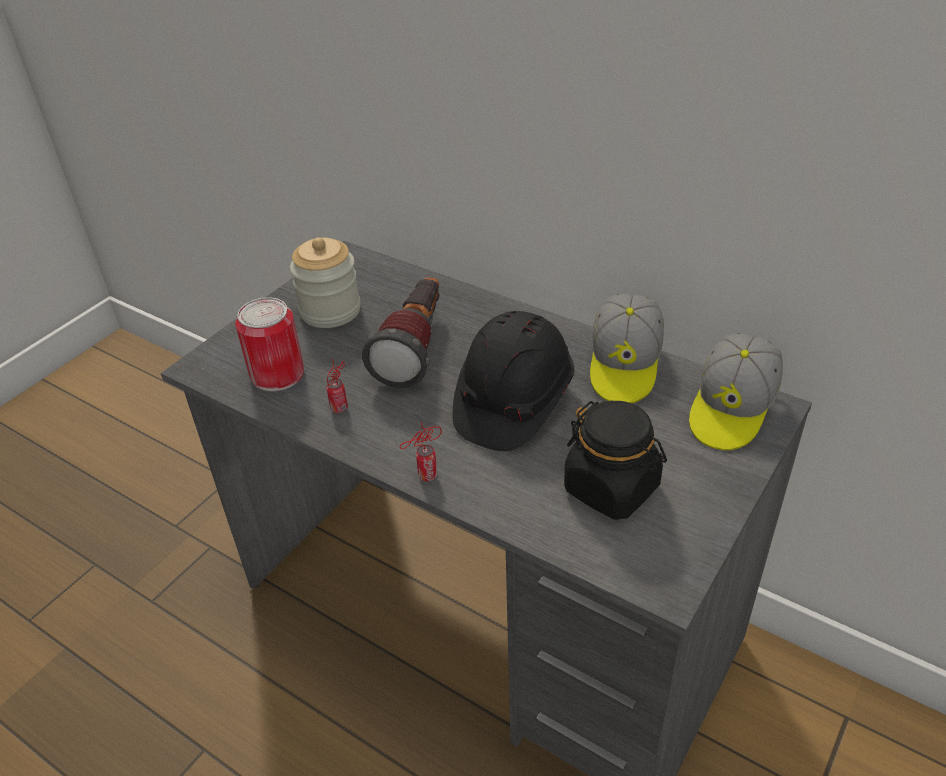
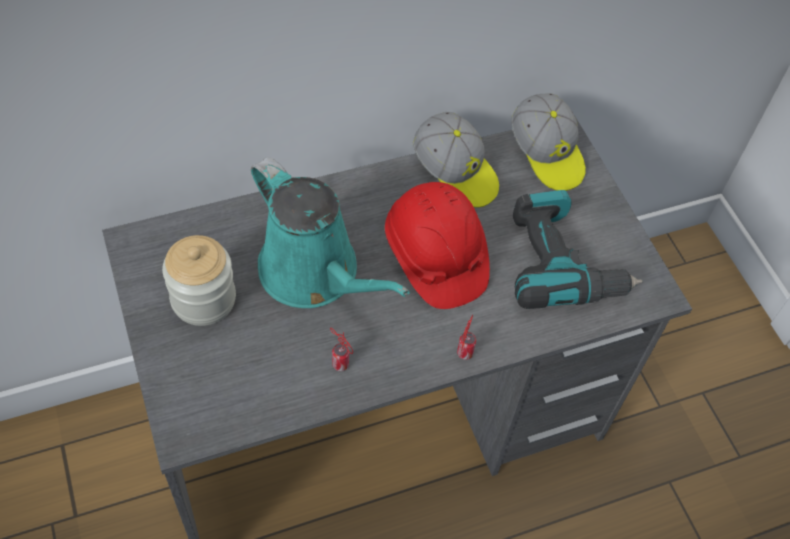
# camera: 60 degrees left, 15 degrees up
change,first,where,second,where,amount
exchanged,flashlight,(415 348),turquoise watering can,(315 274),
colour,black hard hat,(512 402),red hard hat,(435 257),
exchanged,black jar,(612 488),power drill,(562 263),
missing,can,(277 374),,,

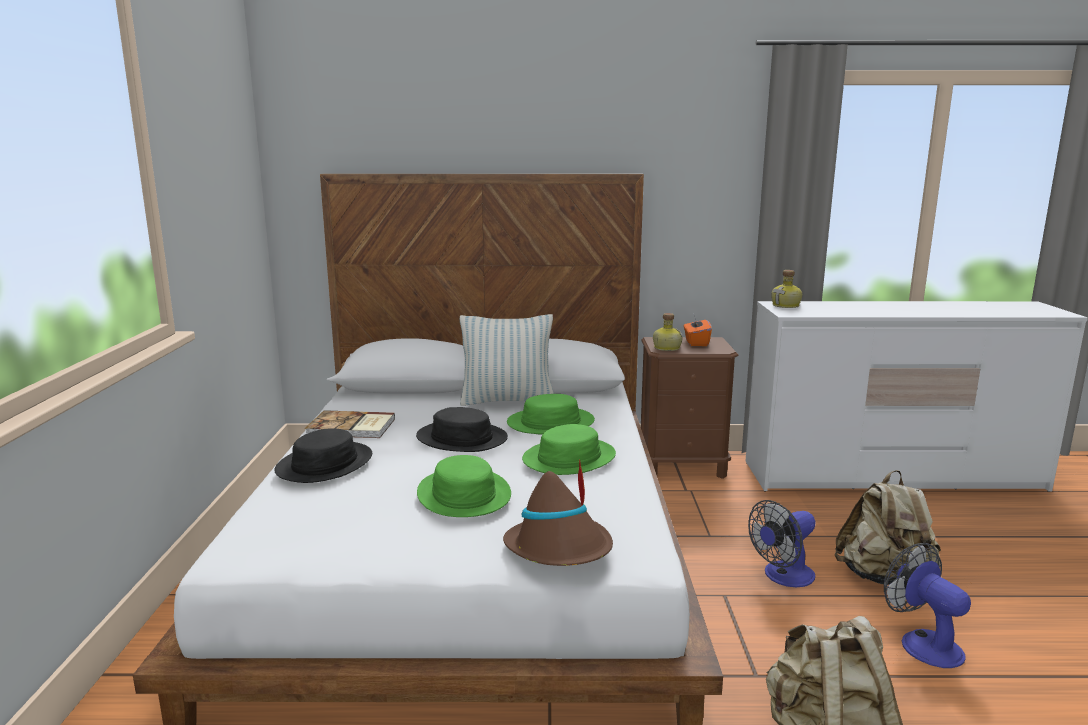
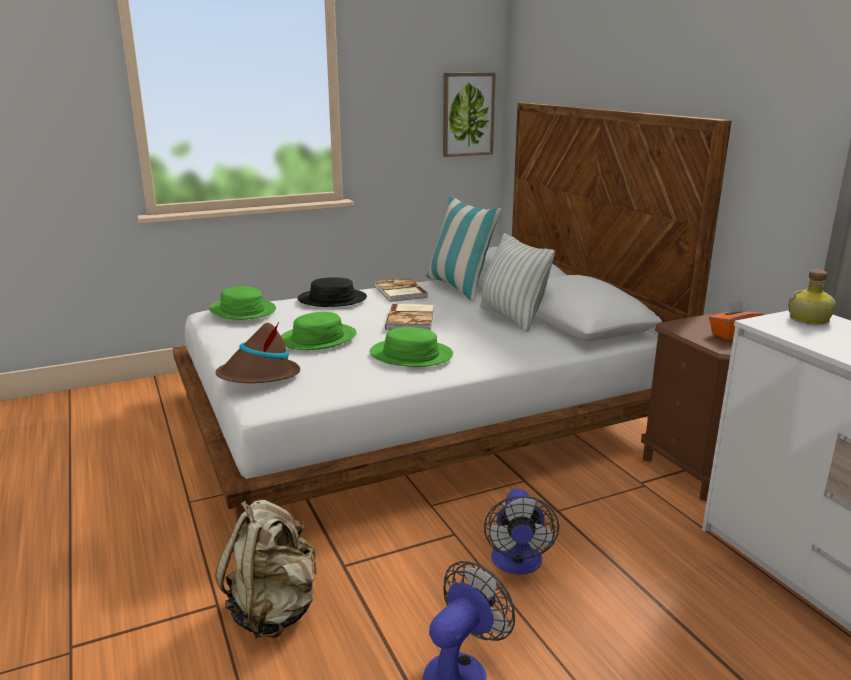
# camera: 65 degrees right, 5 degrees up
change,first,where,second,where,amount
relocated,green hat,(551 423),,(242 310),
exchanged,black hat,(462 438),book,(411 319),
appeared,,,pillow,(459 287),
appeared,,,picture,(467 114),
spun,fan,(783 577),,(517 564),120 degrees counterclockwise
missing,bottle,(666 348),,,
missing,beige backpack,(884 578),,,

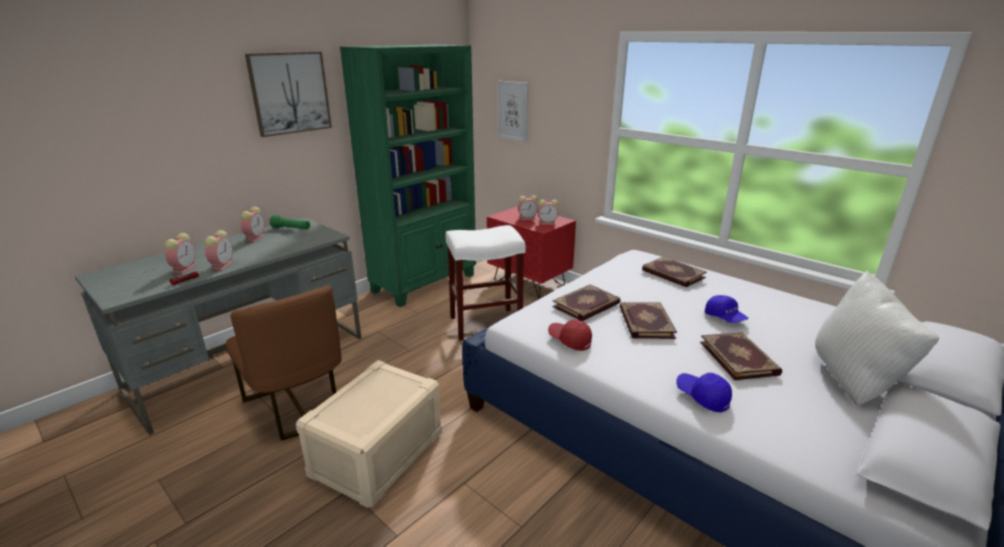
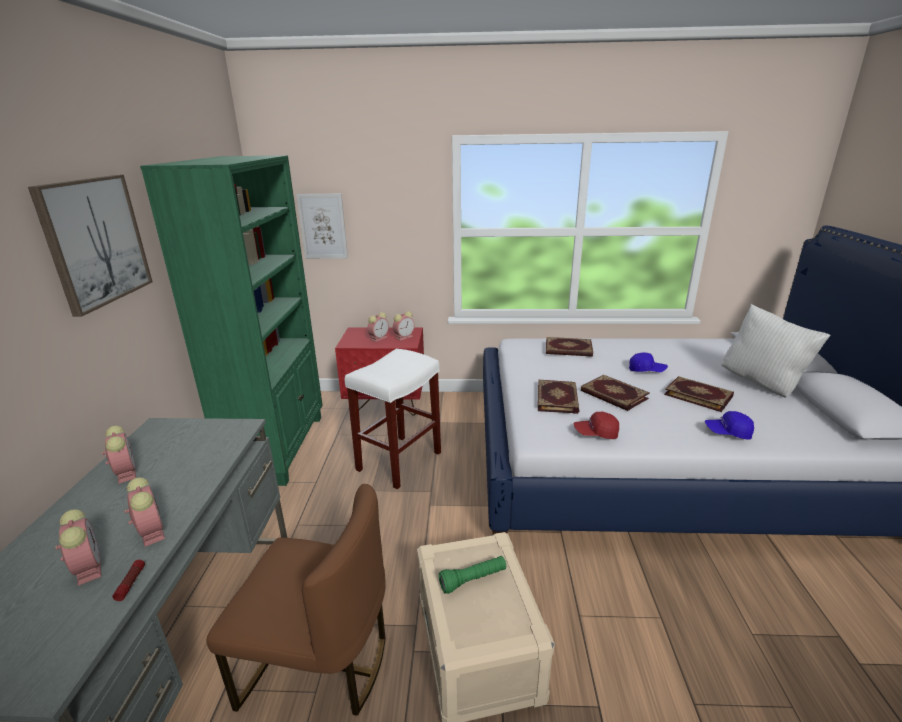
# camera: 40 degrees left, 0 degrees up
change,first,where,second,where,amount
relocated,green flashlight,(291 229),,(473 580),

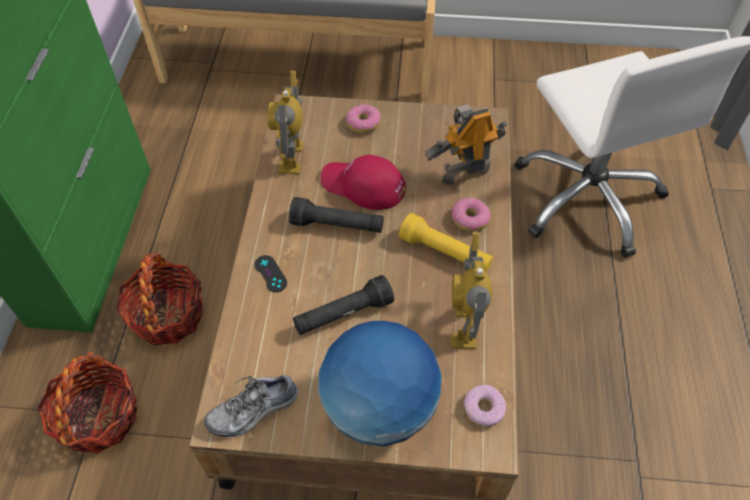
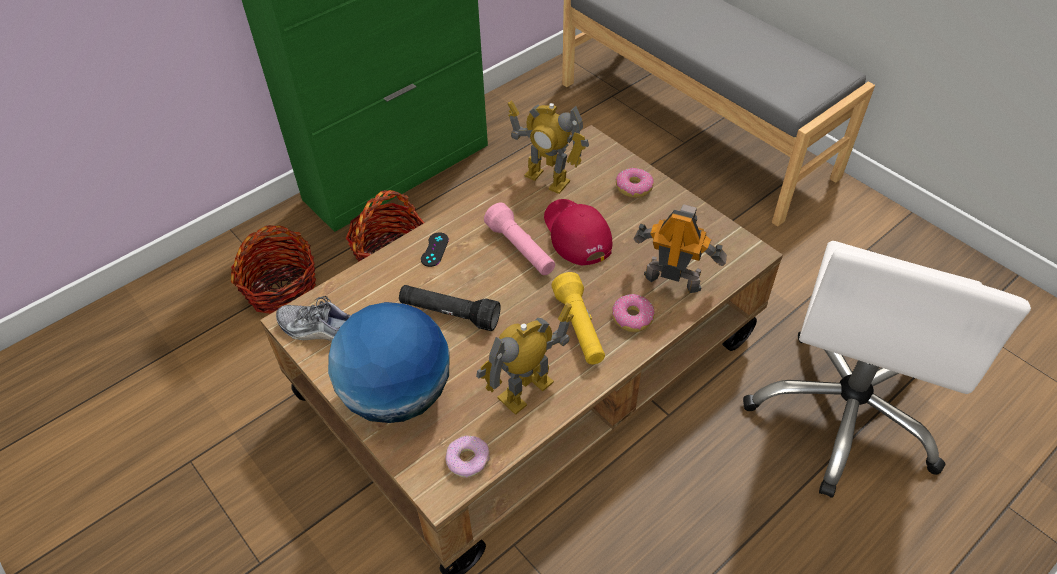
# camera: 45 degrees right, 5 degrees down
change,first,where,second,where,amount
colour,black flashlight,(337 225),pink flashlight,(521 250),
spun,toy robot,(292 158),,(547 179),105 degrees counterclockwise

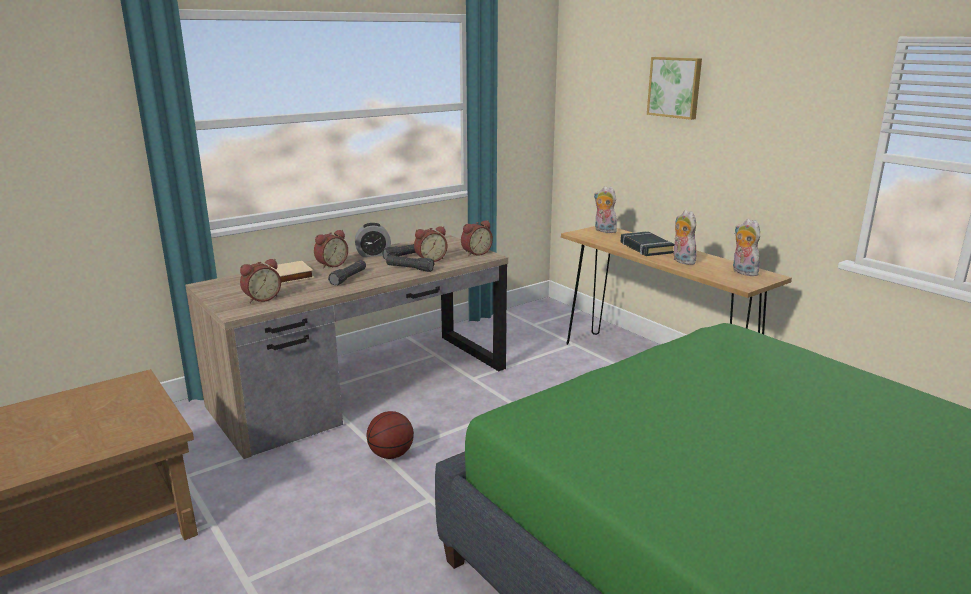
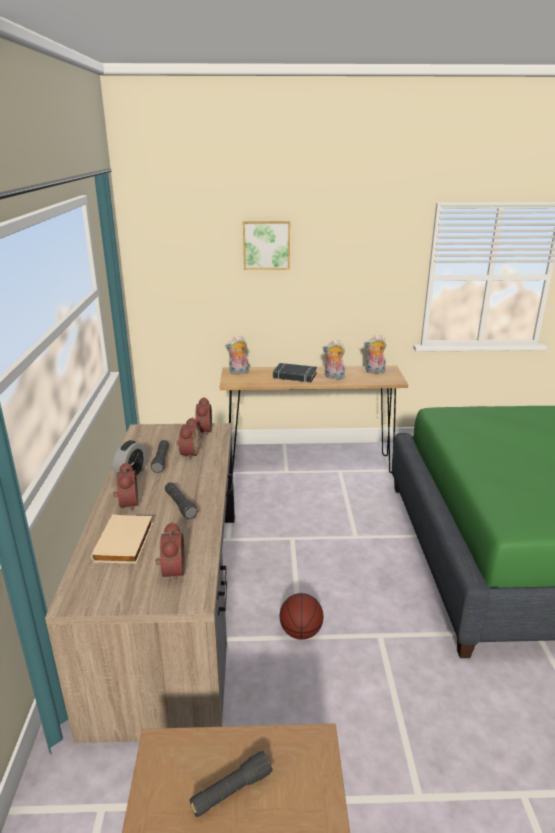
# camera: 55 degrees left, 5 degrees up
change,first,where,second,where,amount
relocated,black flashlight,(410 269),,(231 791),

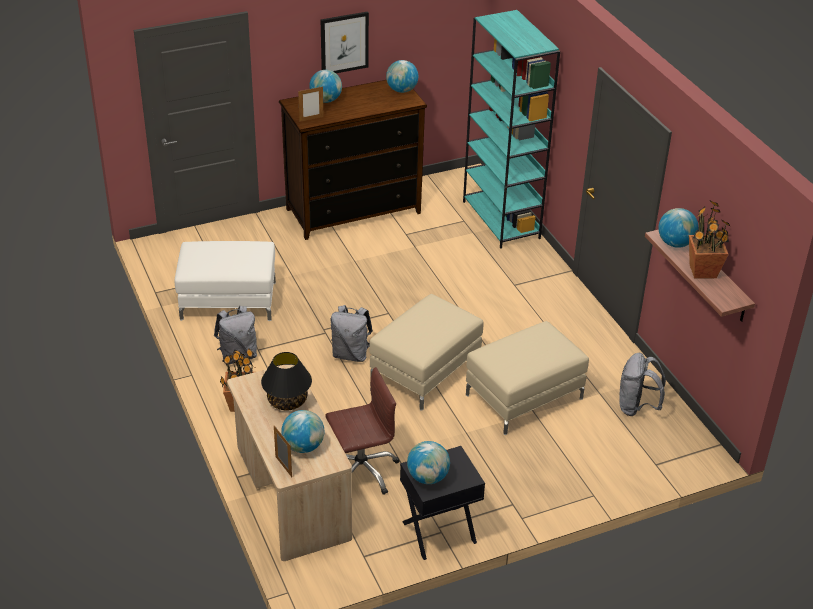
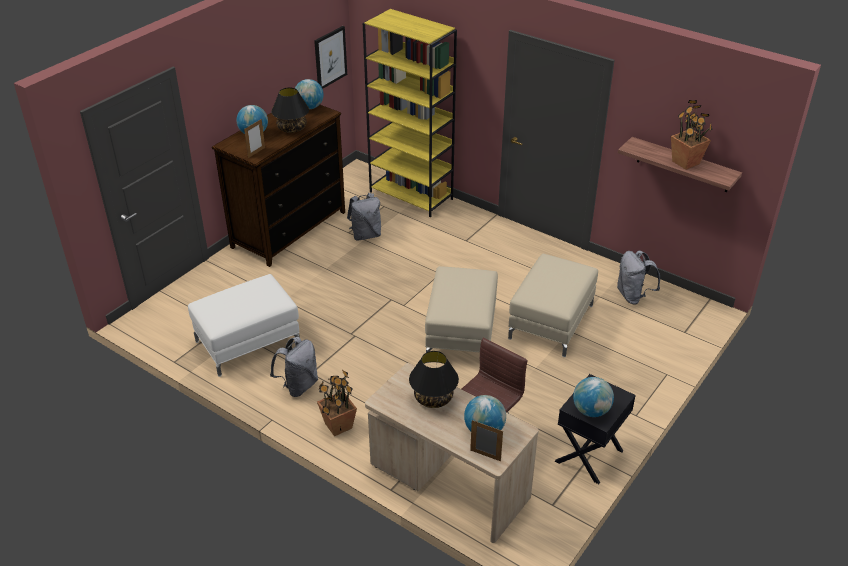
# camera: 30 degrees left, 0 degrees up
change,first,where,second,where,amount
appeared,,,black table lamp,(292 128),
relocated,picture,(344 43),,(330 57),
relocated,grey backpack,(351 354),,(366 235),
colour,turquoise bookcase,(501 220),yellow bookcase,(411 195),
missing,globe,(675 243),,,

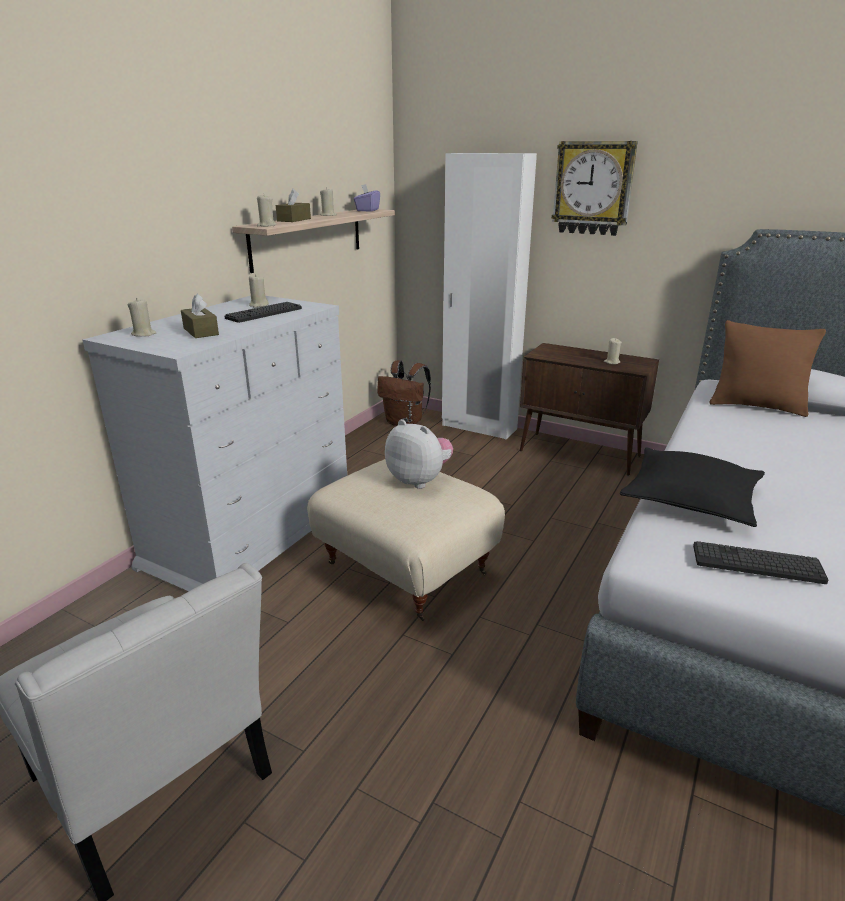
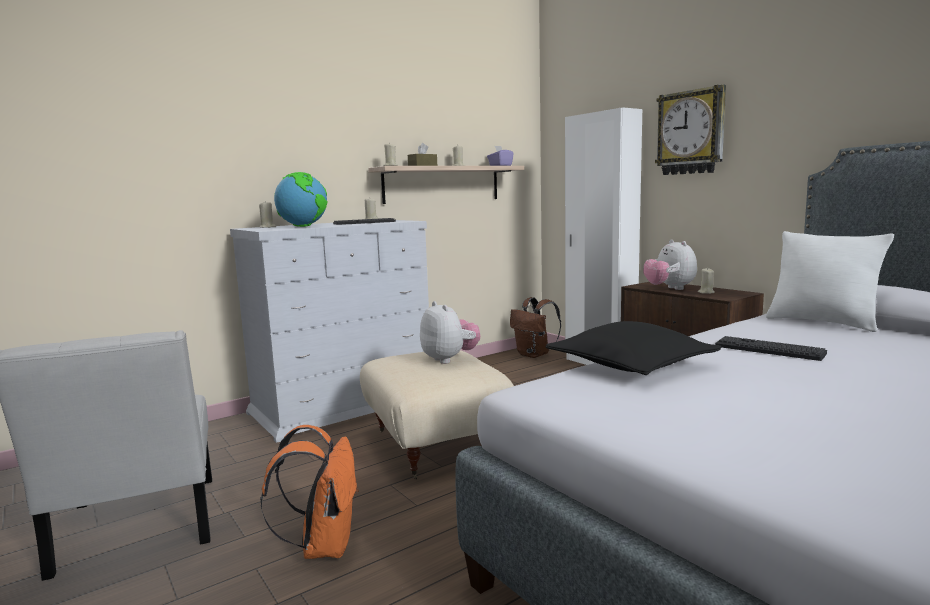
# camera: 25 degrees right, 15 degrees down
change,first,where,second,where,amount
appeared,,,orange backpack,(324 546),
exchanged,brown tissue box,(201 331),globe,(303 226),
appeared,,,plush toy,(669 289),
relocated,keyboard,(757 563),,(769 349),
colour,brown pillow,(756 406),white pillow,(822 322),

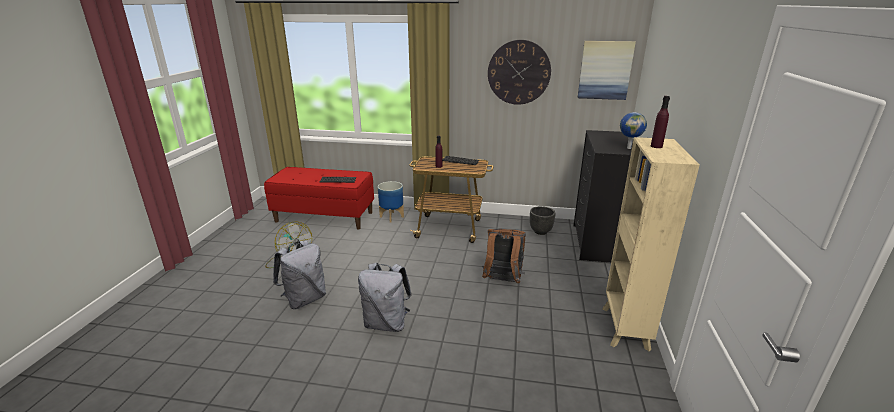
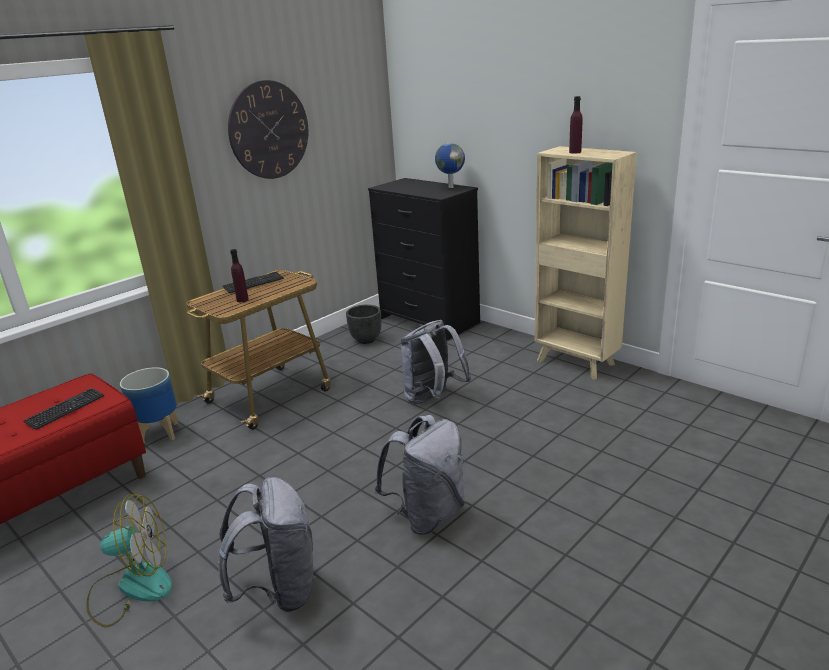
# camera: 55 degrees left, 0 degrees up
change,first,where,second,where,amount
colour,brown backpack,(502 281),grey backpack,(433 399),
missing,picture,(605 70),,,

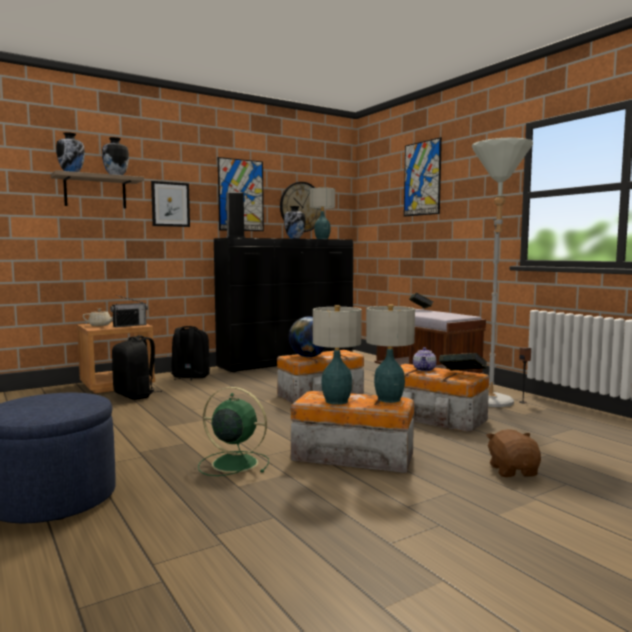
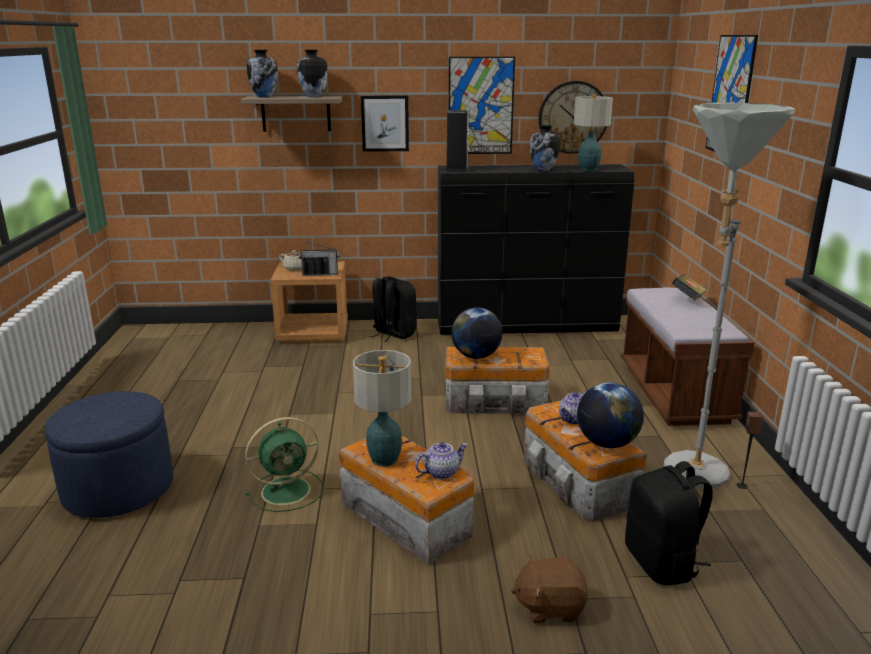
# camera: 30 degrees right, 15 degrees up
change,first,where,second,where,amount
spun,green fan,(233 463),,(288 490),105 degrees clockwise
exchanged,table lamp,(388 399),teapot,(441 472),
spun,brown plush toy,(513 471),,(549 607),120 degrees counterclockwise
exchanged,book,(462 374),globe,(607 443),
relocated,black backpack,(135 395),,(662 563),

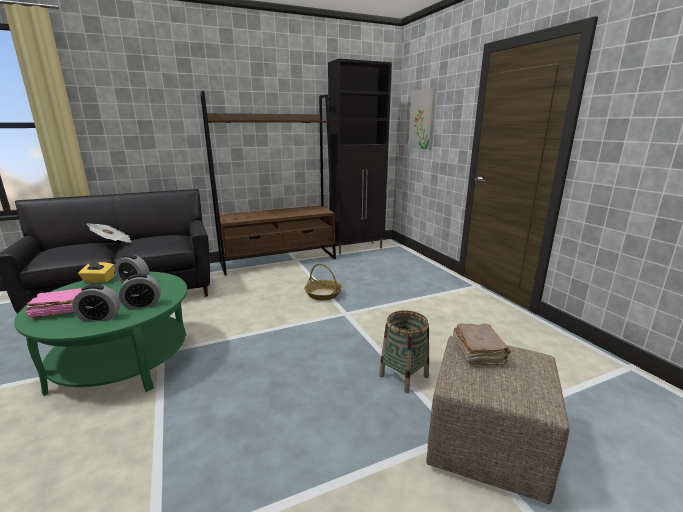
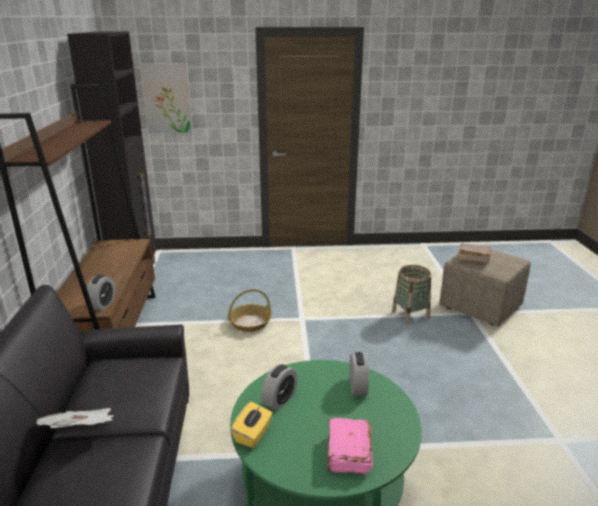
# camera: 70 degrees left, 5 degrees up
change,first,where,second,where,amount
relocated,alarm clock,(100 318),,(102 304),

